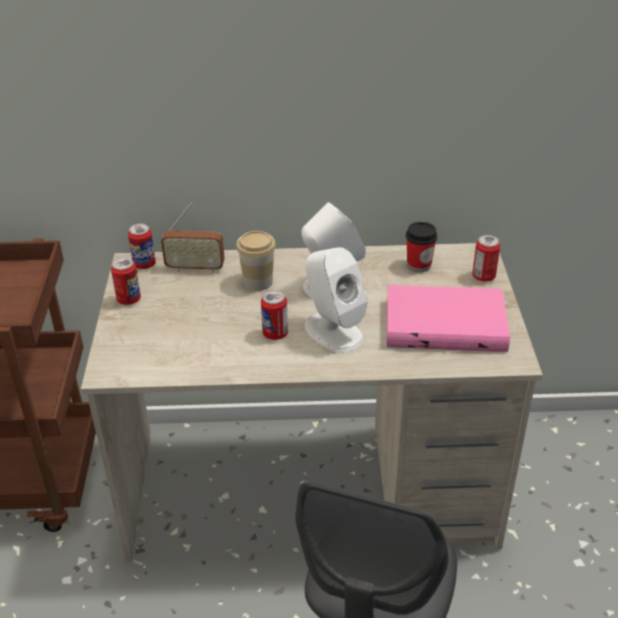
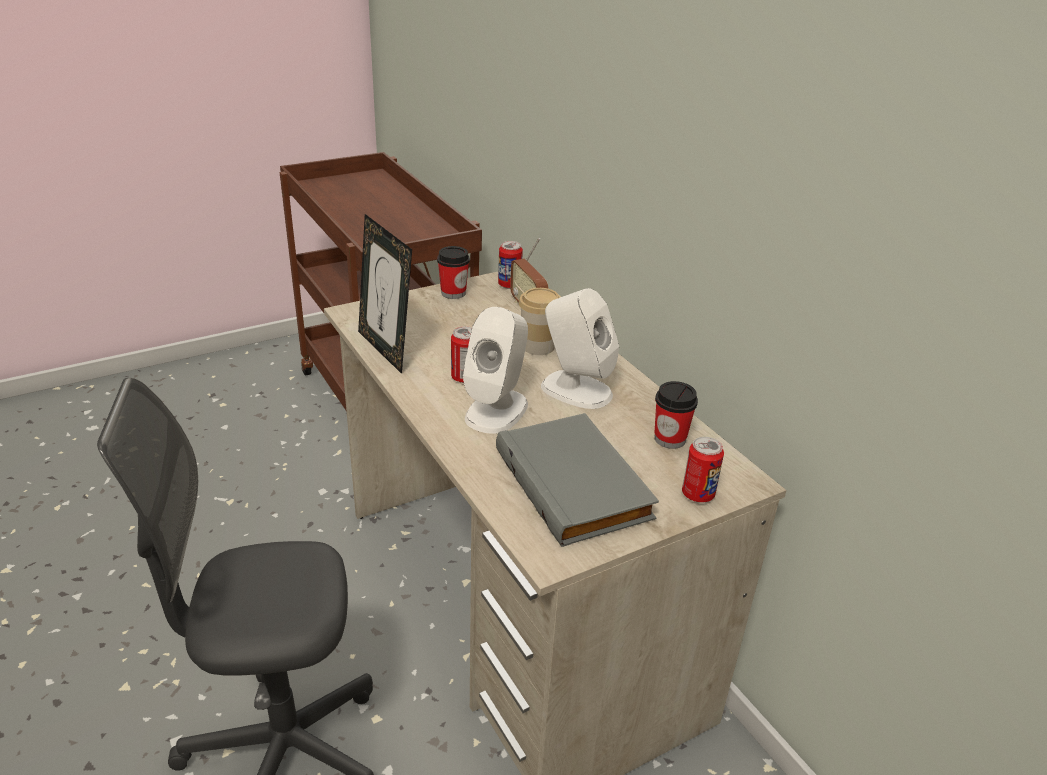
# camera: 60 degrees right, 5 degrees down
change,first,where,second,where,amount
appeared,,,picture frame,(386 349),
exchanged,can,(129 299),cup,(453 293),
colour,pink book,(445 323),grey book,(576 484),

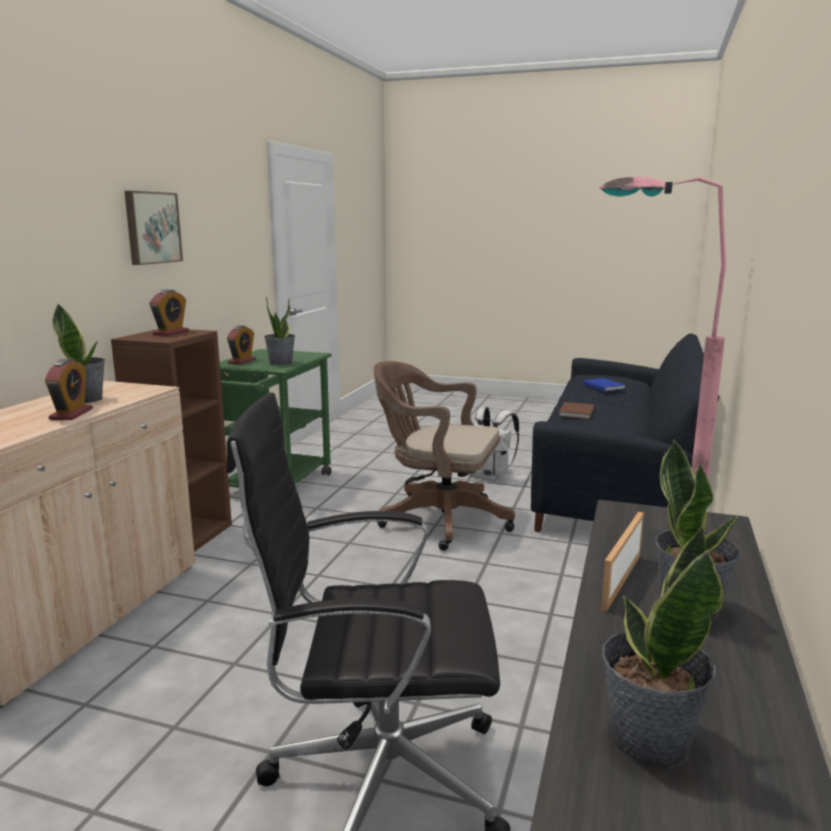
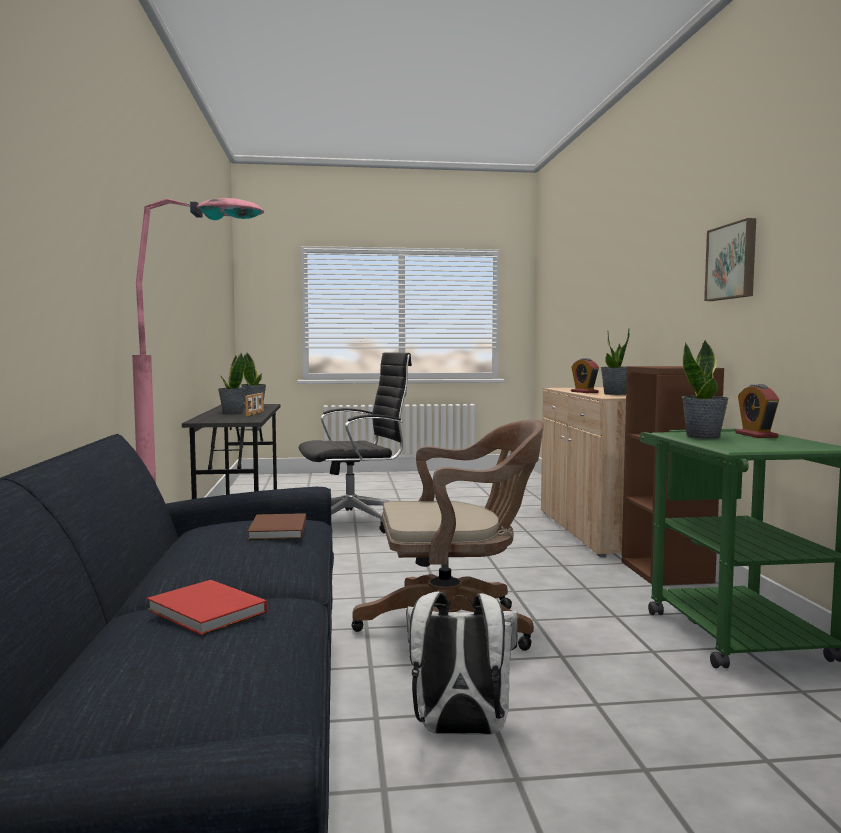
# camera: 155 degrees right, 10 degrees down
change,first,where,second,where,amount
colour,blue book,(603 386),red book,(207 612),
missing,alarm clock,(171 333),,,

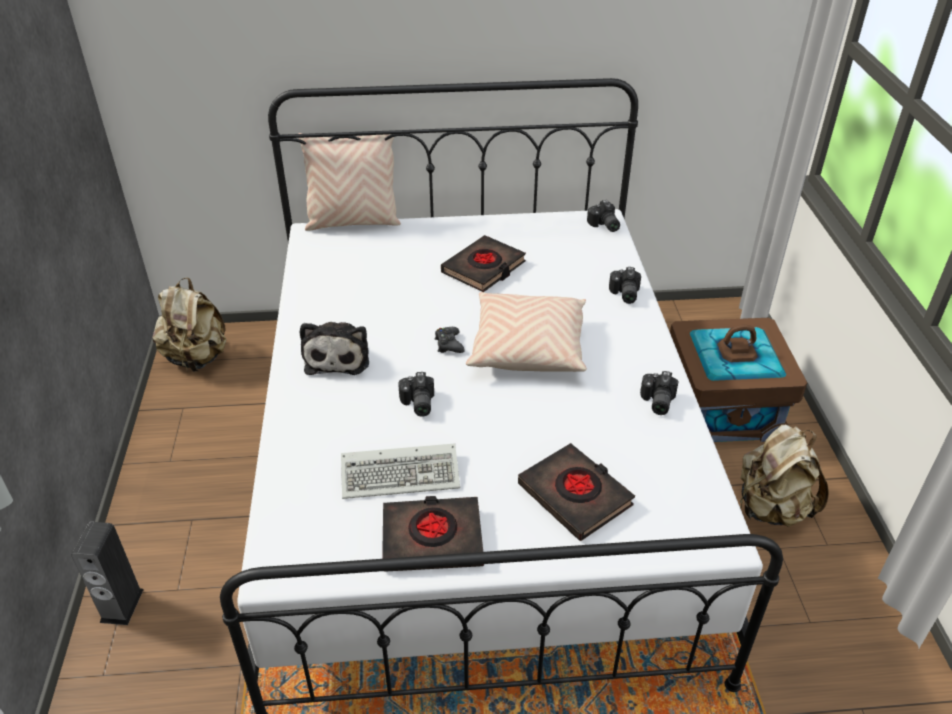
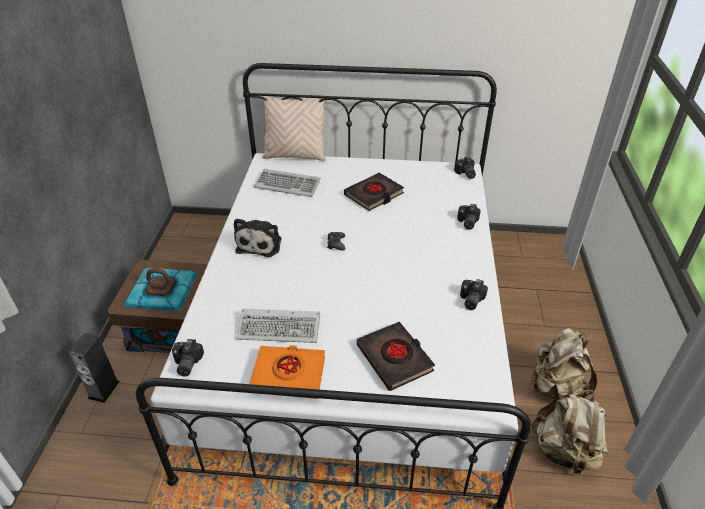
# camera: 10 degrees right, 0 degrees up
change,first,where,second,where,amount
relocated,brown storage box,(722 409),,(173 327),
relocated,photo camera,(417 404),,(186 364),
colour,black book,(432 539),orange book,(288 375),
appeared,,,keyboard,(288 185),
relocated,beige backpack,(197 358),,(564 451),
missing,beige pillow,(527 347),,,

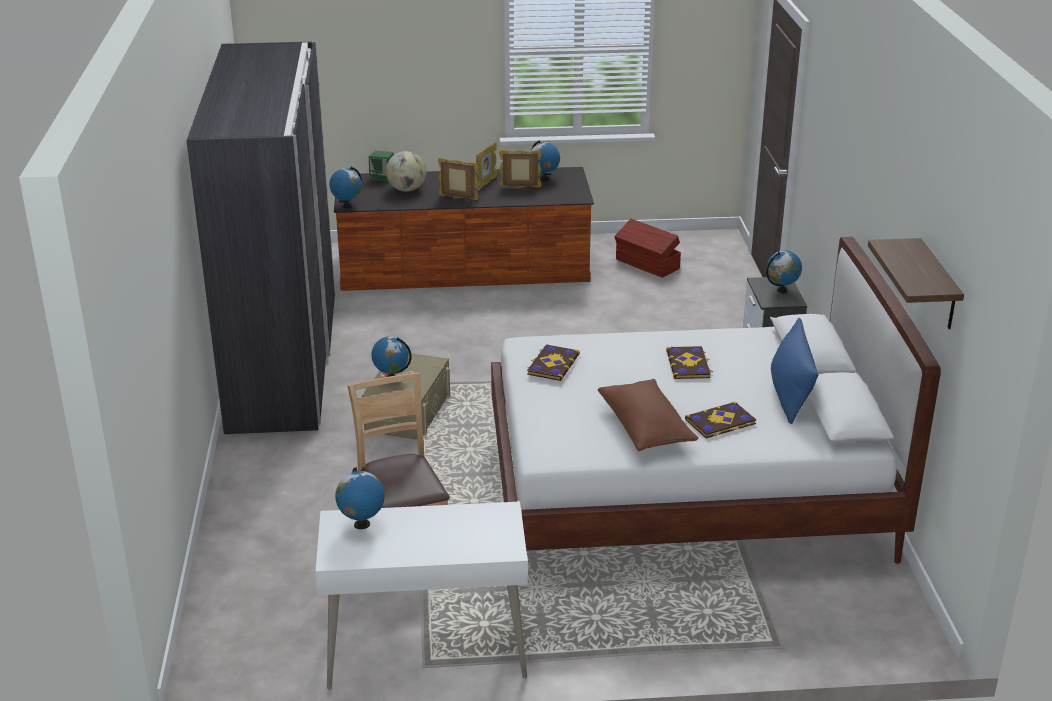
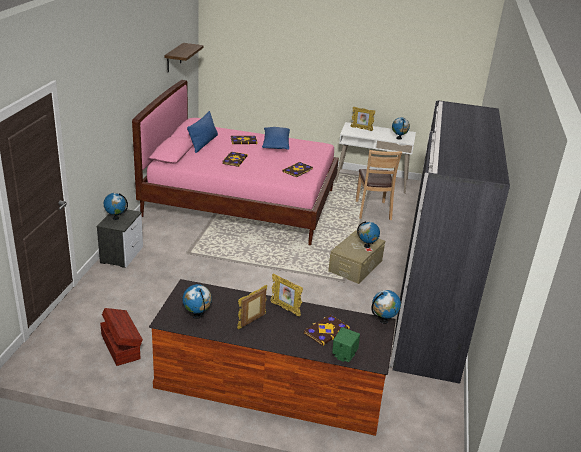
# camera: 165 degrees left, 0 degrees up
change,first,where,second,where,amount
colour,white bed,(685 493),pink bed,(241 202),
colour,brown pillow,(645 428),blue pillow,(275 145),
exchanged,globe,(407 189),book,(326 331),
relocated,picture frame,(520 187),,(361 129),

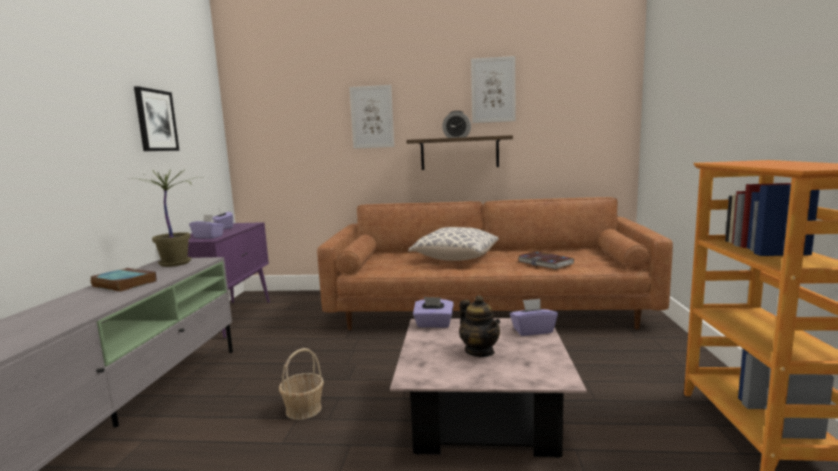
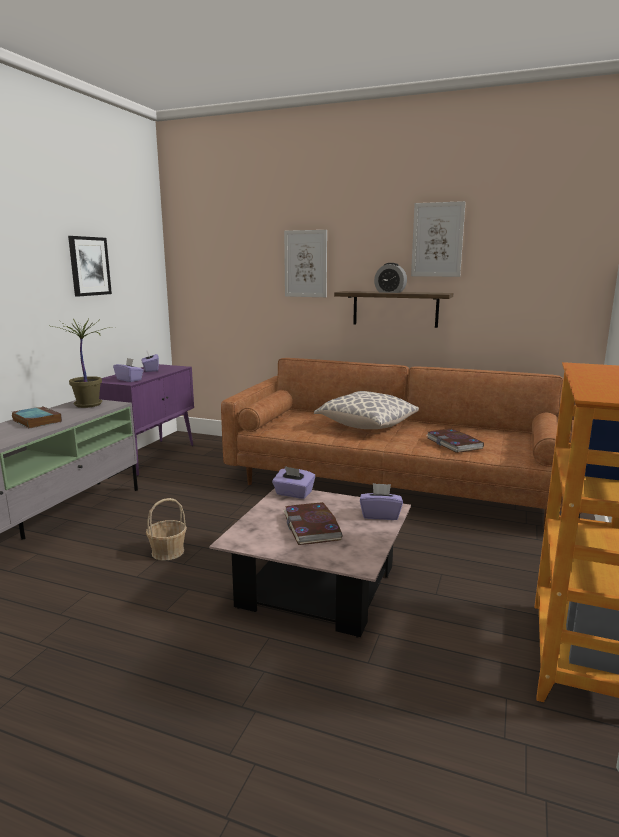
# camera: 15 degrees right, 5 degrees up
change,first,where,second,where,amount
exchanged,teapot,(479 351),book,(312 527),

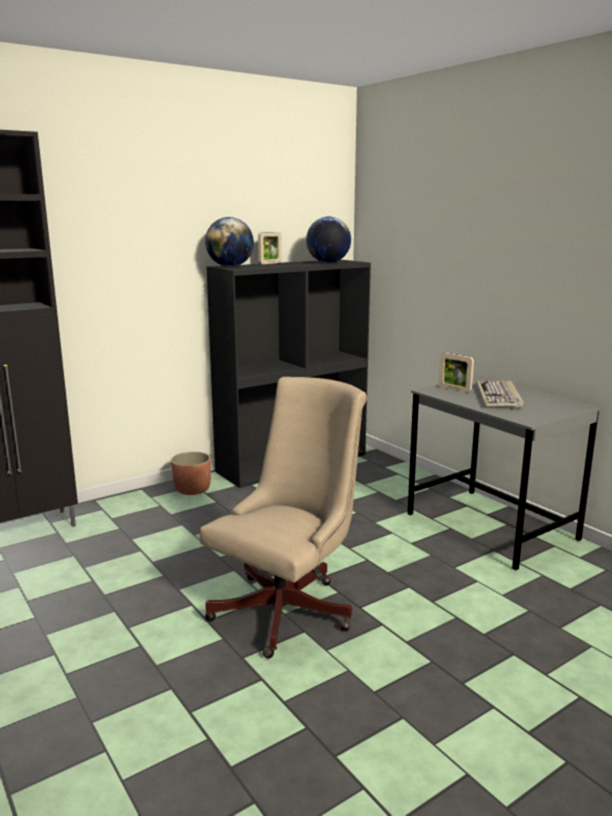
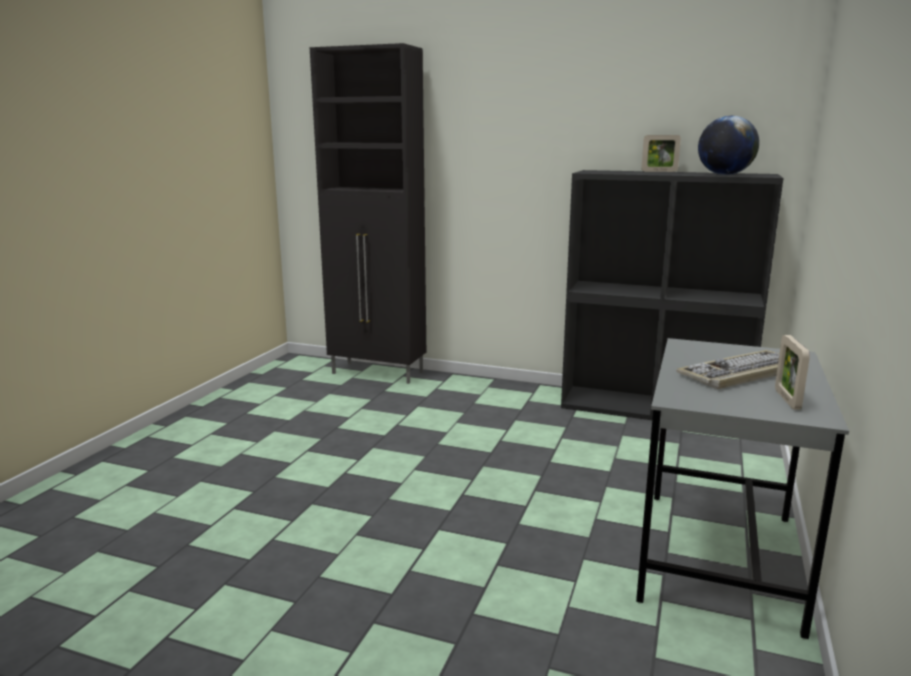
# camera: 55 degrees right, 0 degrees up
change,first,where,second,where,amount
relocated,picture frame,(454 389),,(787 399),
missing,planter,(192 490),,,
missing,beige office chair,(289 608),,,
missing,globe,(230 266),,,

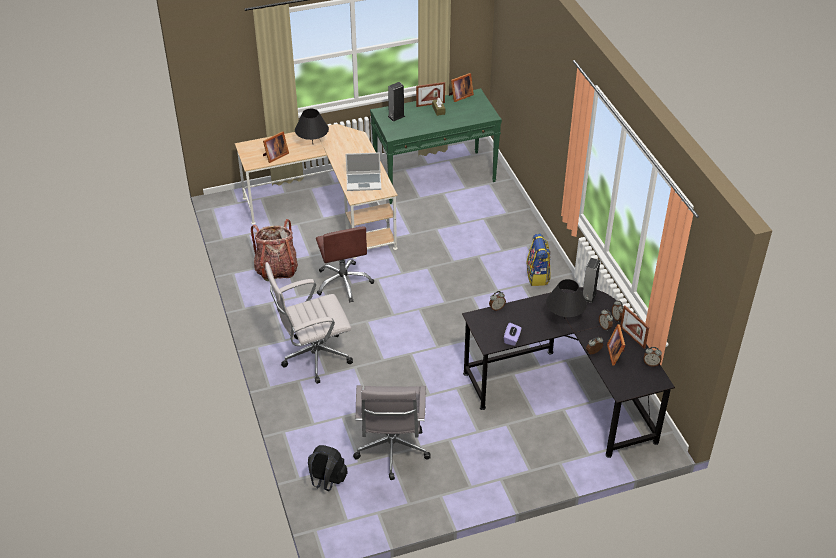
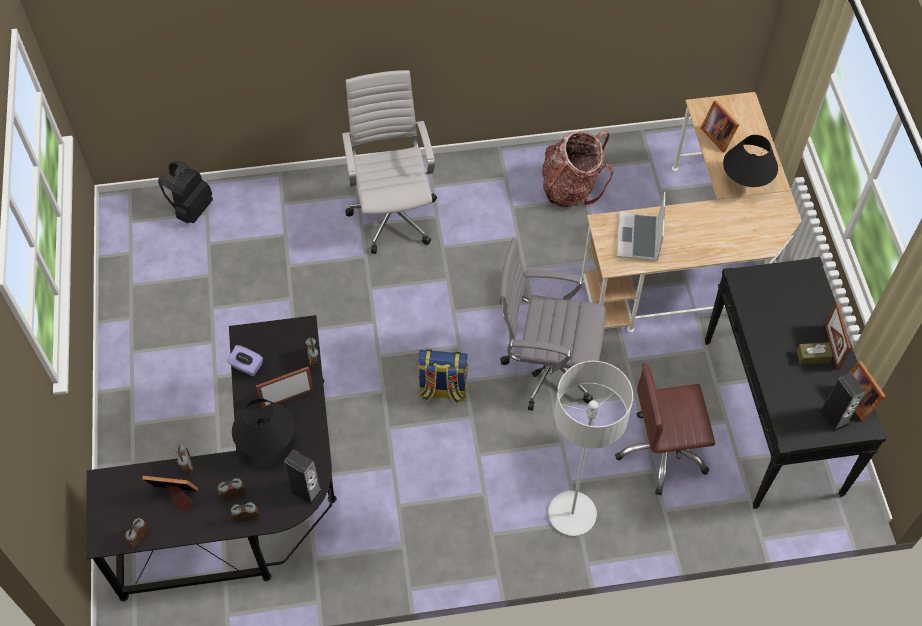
# camera: 100 degrees right, 15 degrees up
change,first,where,second,where,amount
relocated,picture frame,(632 337),,(288 398),
relocated,backpack,(538 276),,(442 390),
relocated,grey office chair,(392 452),,(546 369),
appeared,,,grey floor lamp,(572 514),
relocated,brown office chair,(344 282),,(662 452),
colour,green console table,(435 177),black console table,(772 416),
relocated,speaker,(396 116),,(834 417),

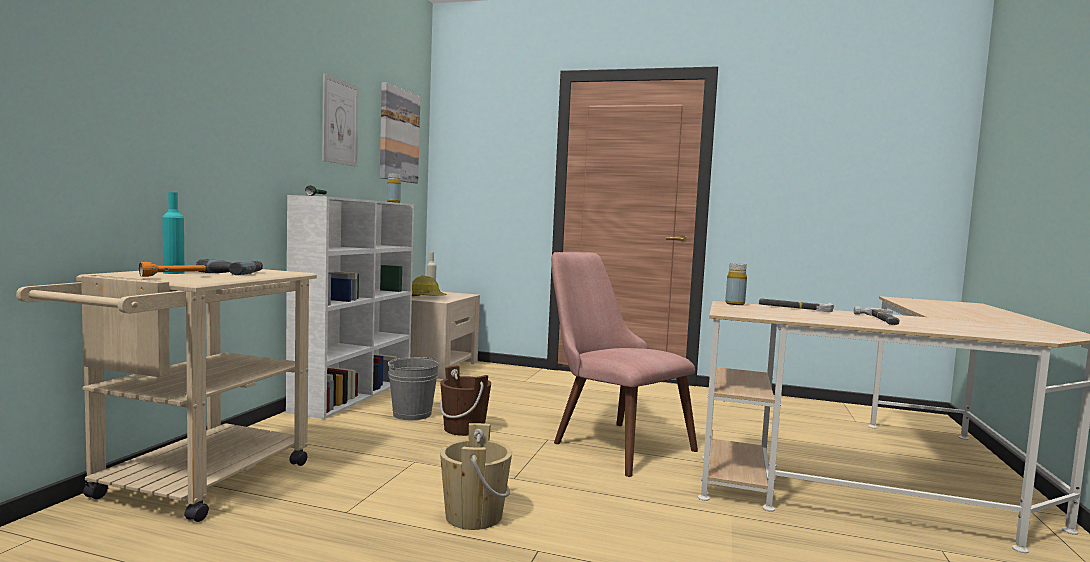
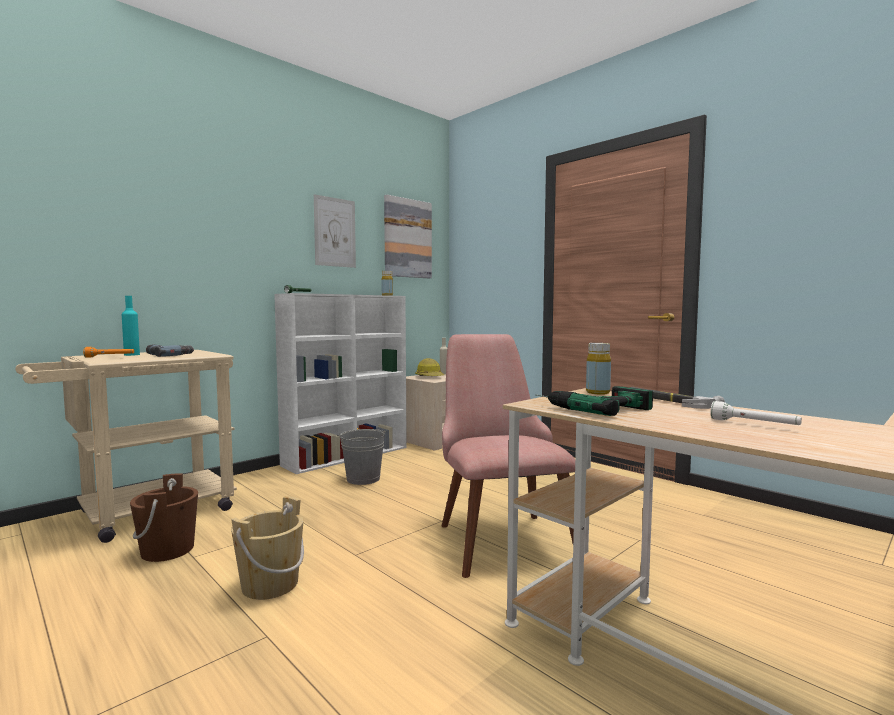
# camera: 30 degrees right, 0 degrees up
change,first,where,second,where,amount
relocated,brown bucket,(464 428),,(167 550),
appeared,,,power drill,(590 407),
exchanged,hammer,(880 320),white flashlight,(754 424),

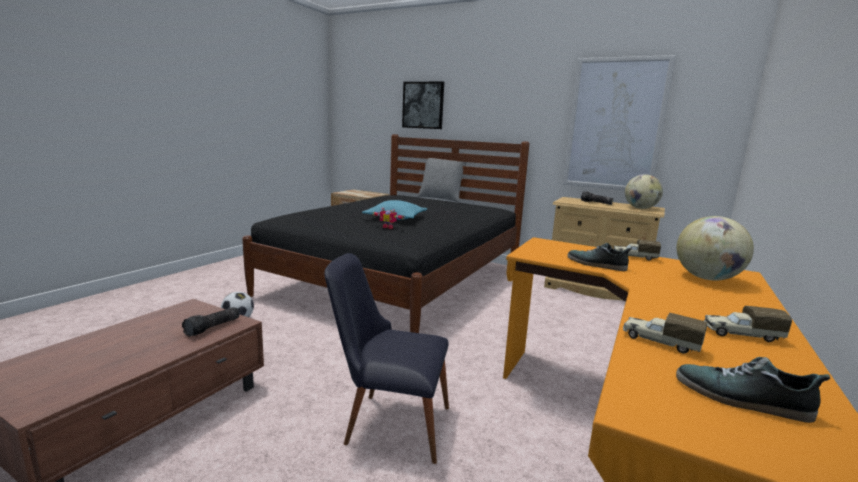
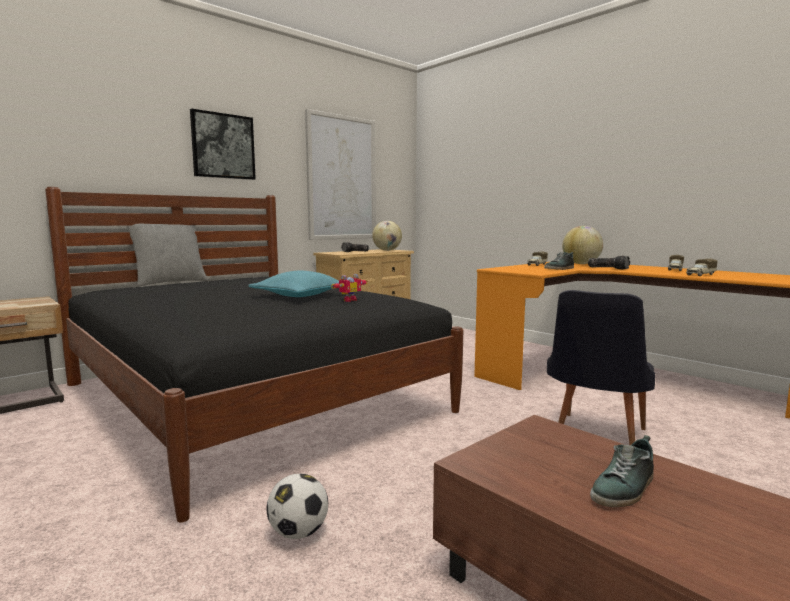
# camera: 70 degrees left, 5 degrees down
change,first,where,second,where,amount
relocated,picture,(423 105),,(223 146),
relocated,flashlight,(213 328),,(608 268),
relocated,shoe,(741 399),,(624 488),

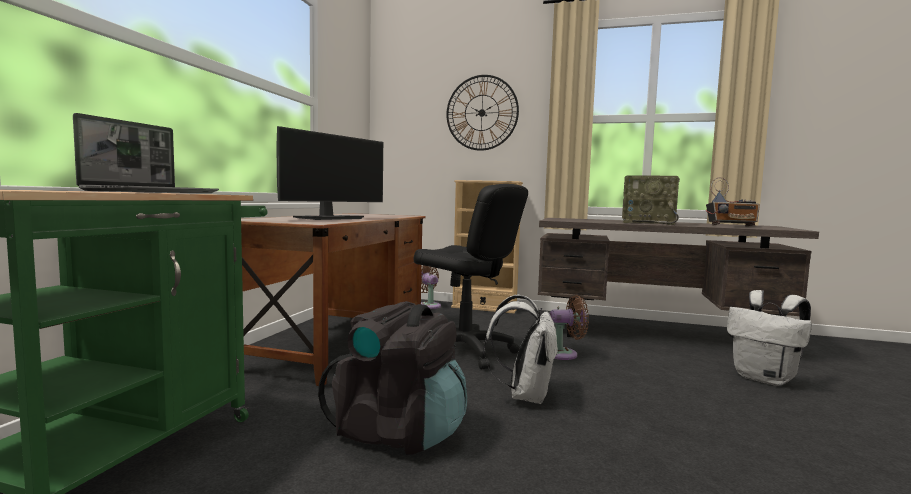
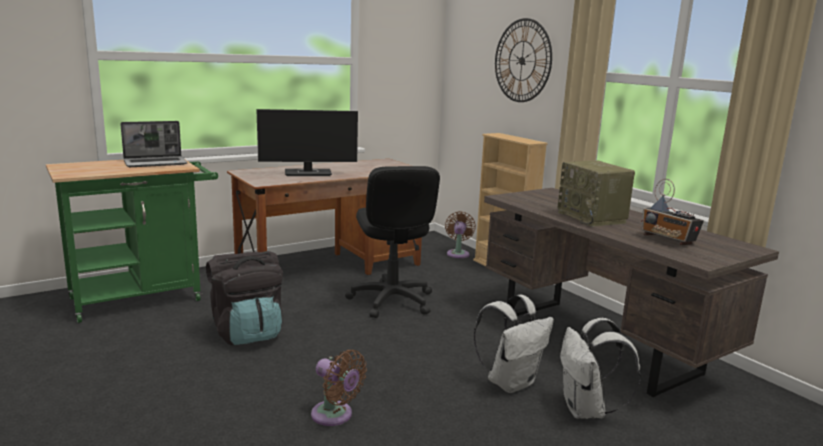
# camera: 40 degrees right, 10 degrees up
change,first,where,second,where,amount
relocated,brown fan,(564 354),,(335 416),
relocated,white backpack,(524 395),,(511 382),

